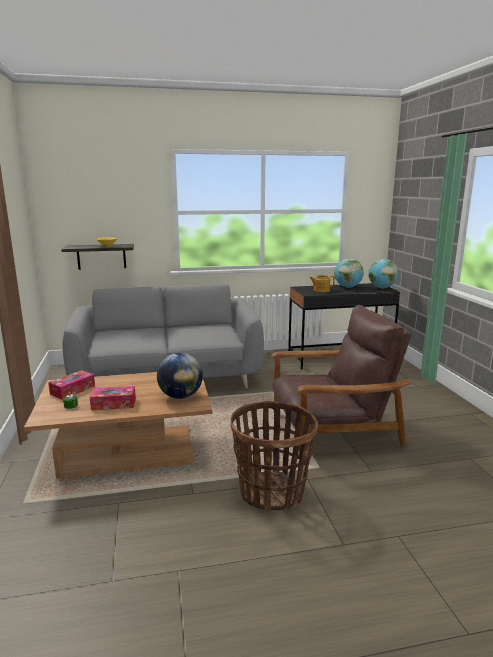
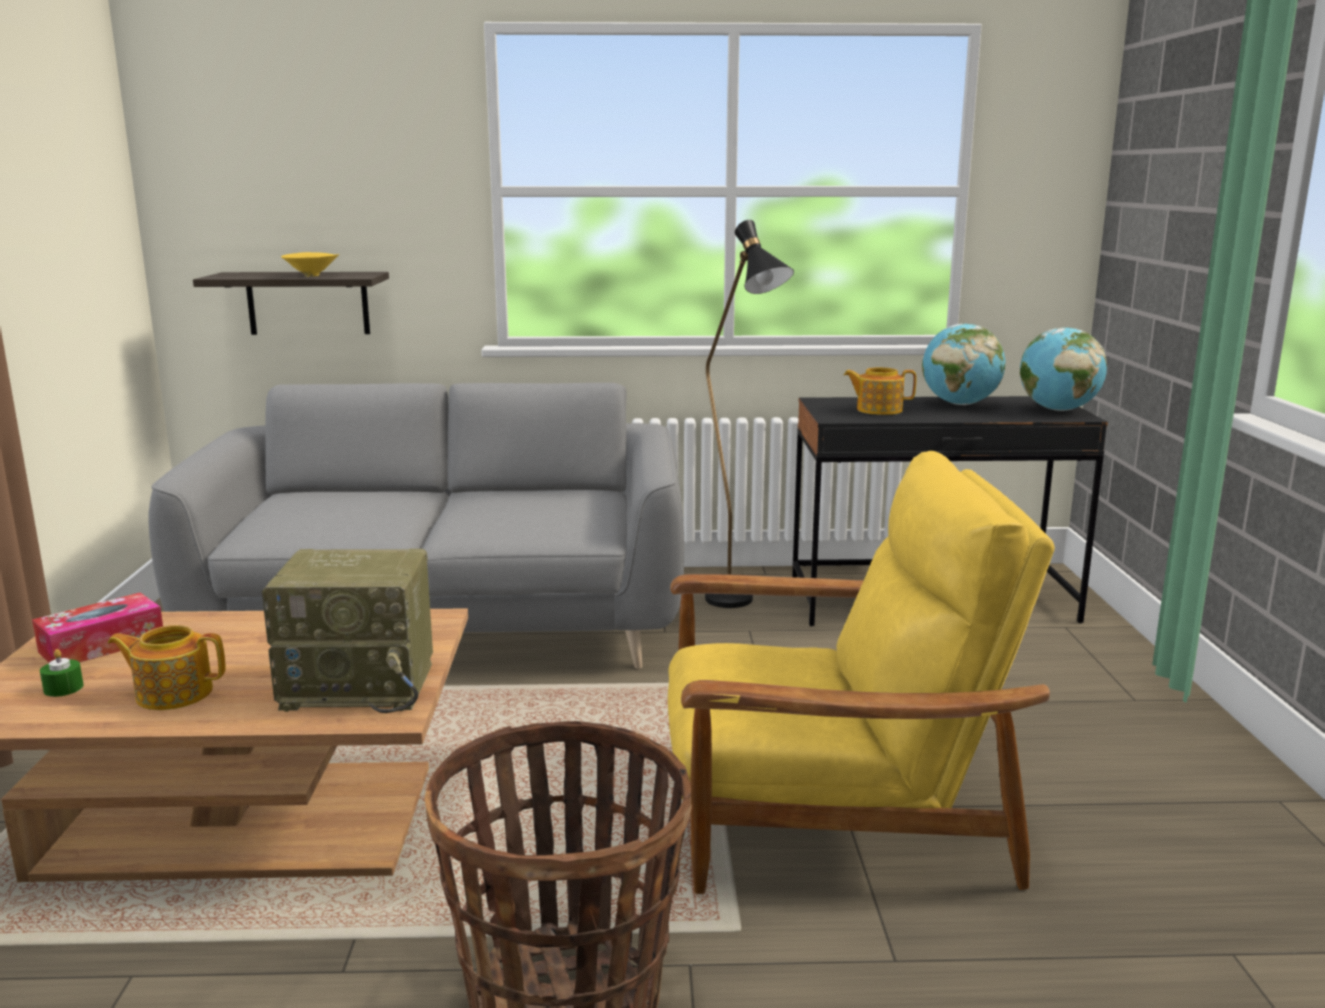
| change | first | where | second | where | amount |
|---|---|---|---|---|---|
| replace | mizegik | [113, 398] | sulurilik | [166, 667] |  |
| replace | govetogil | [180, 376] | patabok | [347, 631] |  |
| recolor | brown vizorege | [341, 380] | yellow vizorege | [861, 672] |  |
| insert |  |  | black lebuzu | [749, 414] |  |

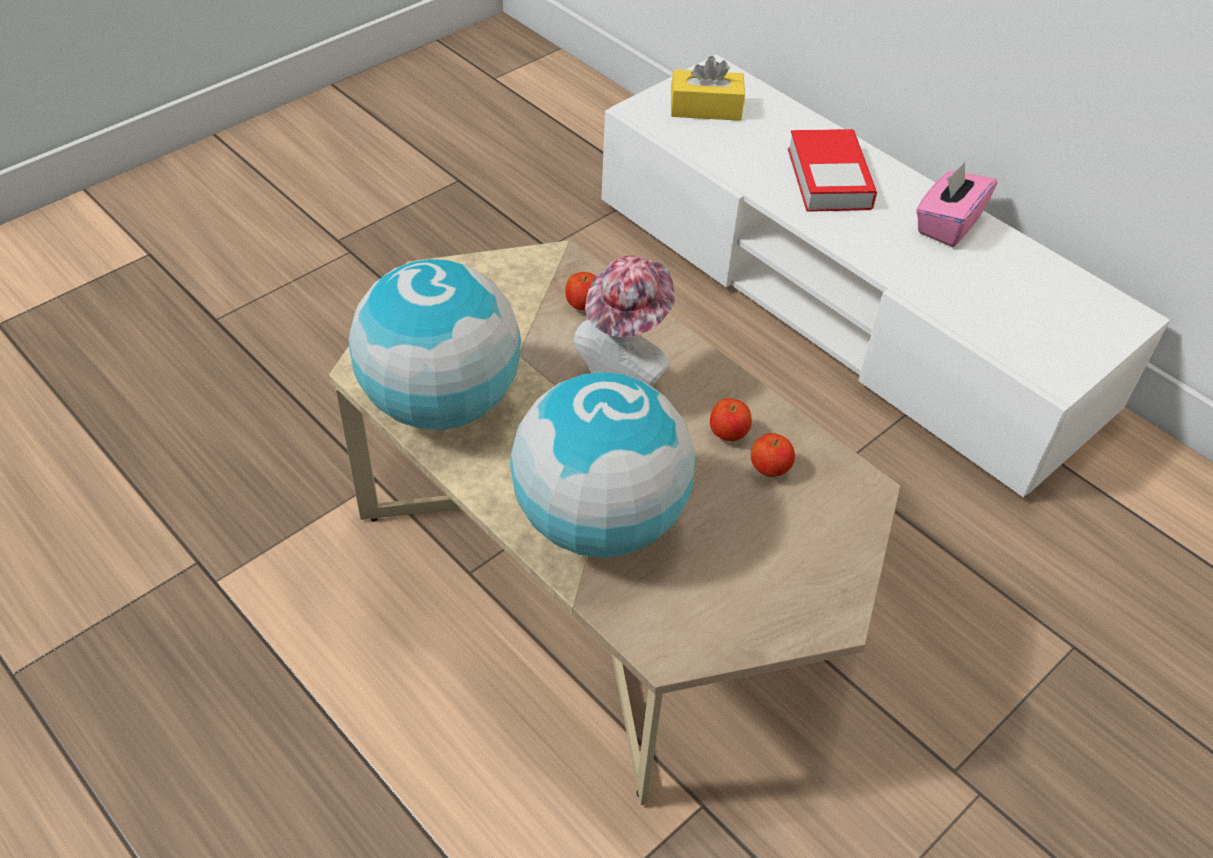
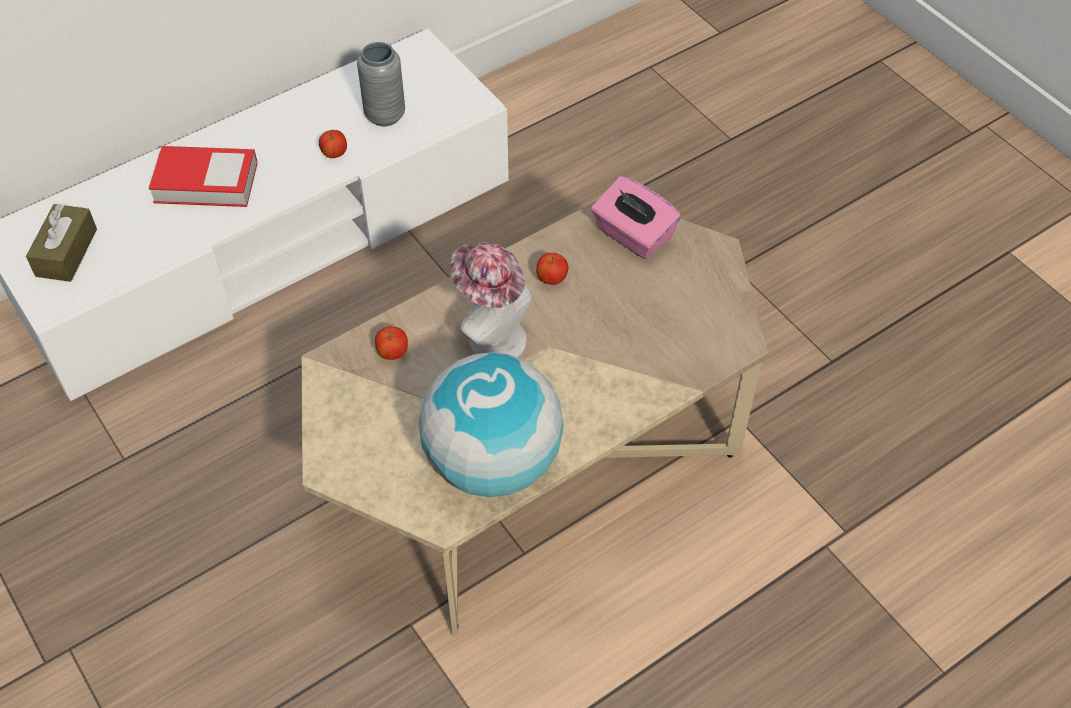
| change | first | where | second | where | amount |
|---|---|---|---|---|---|
| recolor | yellow mizegik | [708, 88] | brown mizegik | [61, 243] |  |
| move | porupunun | [773, 455] |  | [333, 144] |  |
| insert |  |  | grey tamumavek | [381, 84] |  |
| move | pink mizegik | [956, 204] |  | [636, 217] |  |
| delete | govetogil | [602, 465] |  |  |  |

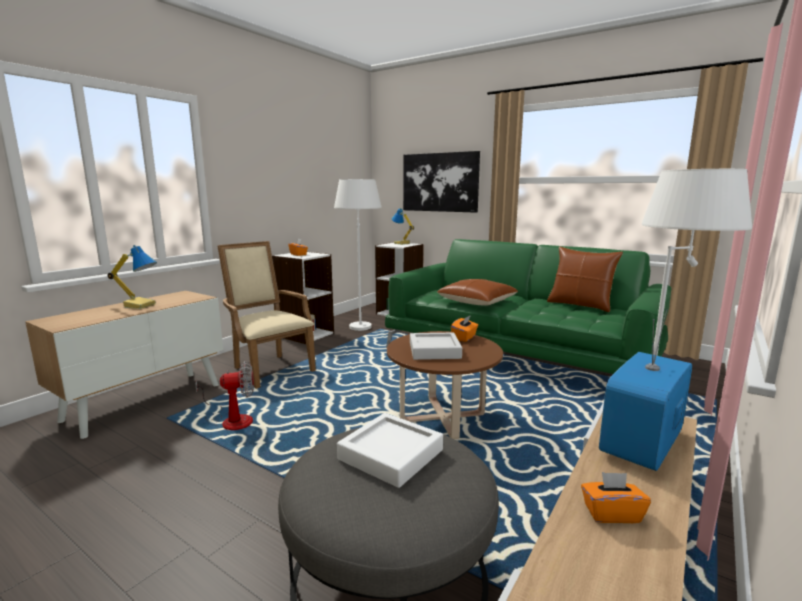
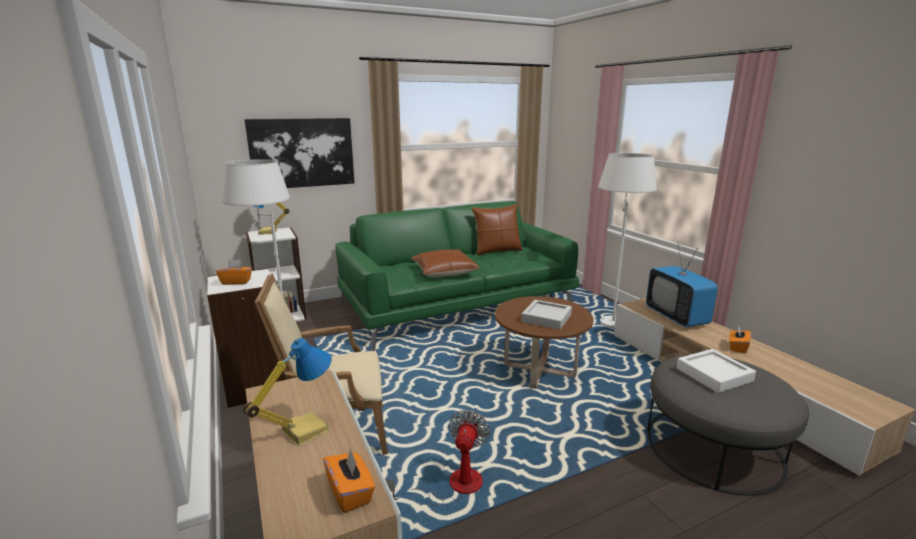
| change | first | where | second | where | amount |
|---|---|---|---|---|---|
| move | orange mizegik | [464, 328] |  | [349, 480] |  |

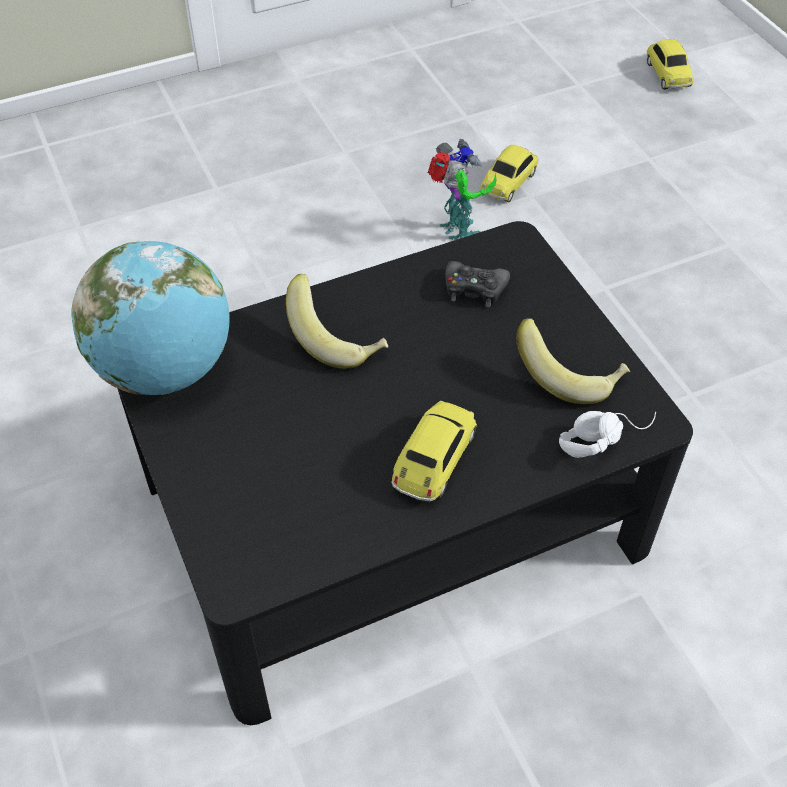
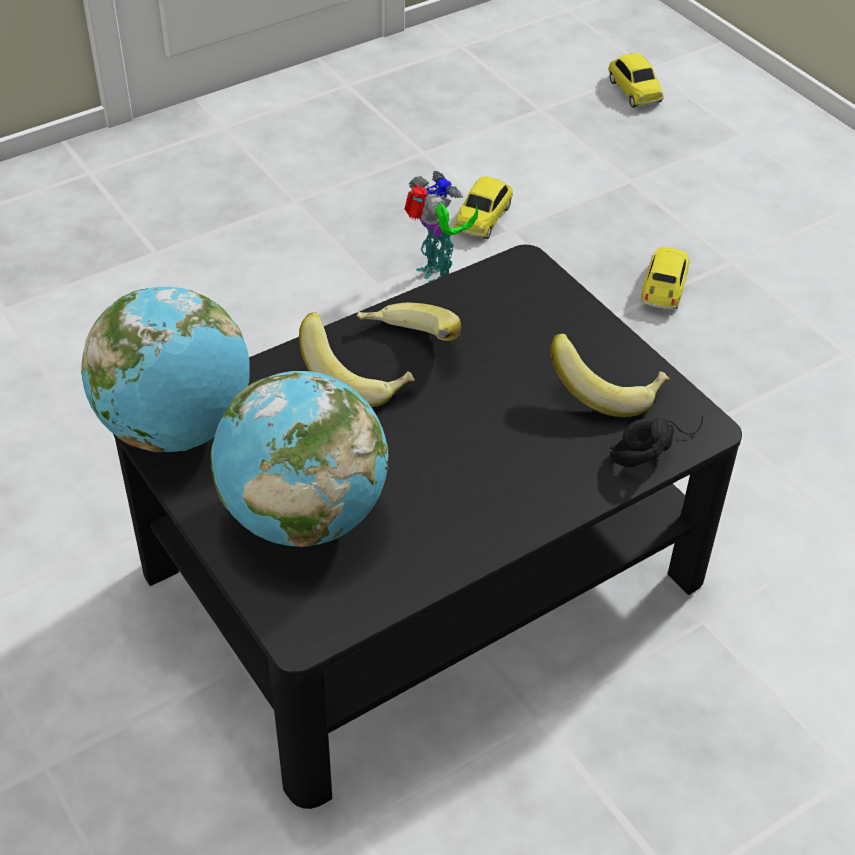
| change | first | where | second | where | amount |
|---|---|---|---|---|---|
| insert |  |  | govetogil | [299, 459] |  |
| insert |  |  | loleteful | [409, 322] |  |
| recolor | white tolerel | [607, 434] | black tolerel | [656, 441] |  |
| move | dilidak | [434, 451] |  | [665, 278] |  |
| delete | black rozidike | [477, 284] |  |  |  |

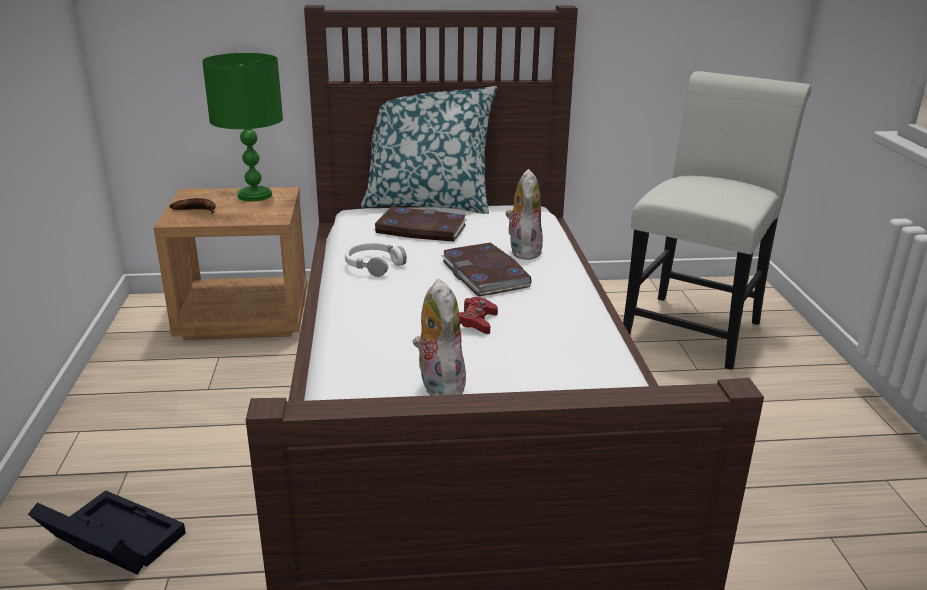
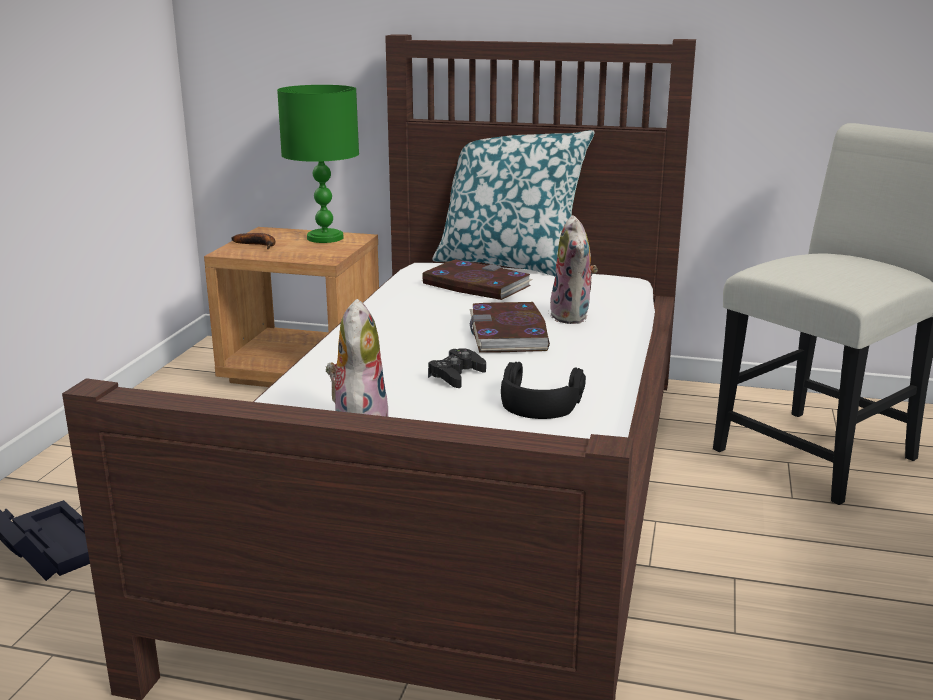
| change | first | where | second | where | amount |
|---|---|---|---|---|---|
| recolor | red rozidike | [478, 315] | black rozidike | [457, 368] |  |
| insert |  |  | black tolerel | [543, 390] |  |
| rotate | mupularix | [524, 214] |  | [574, 269] | 150 degrees clockwise |
| delete | white tolerel | [376, 259] |  |  |  |

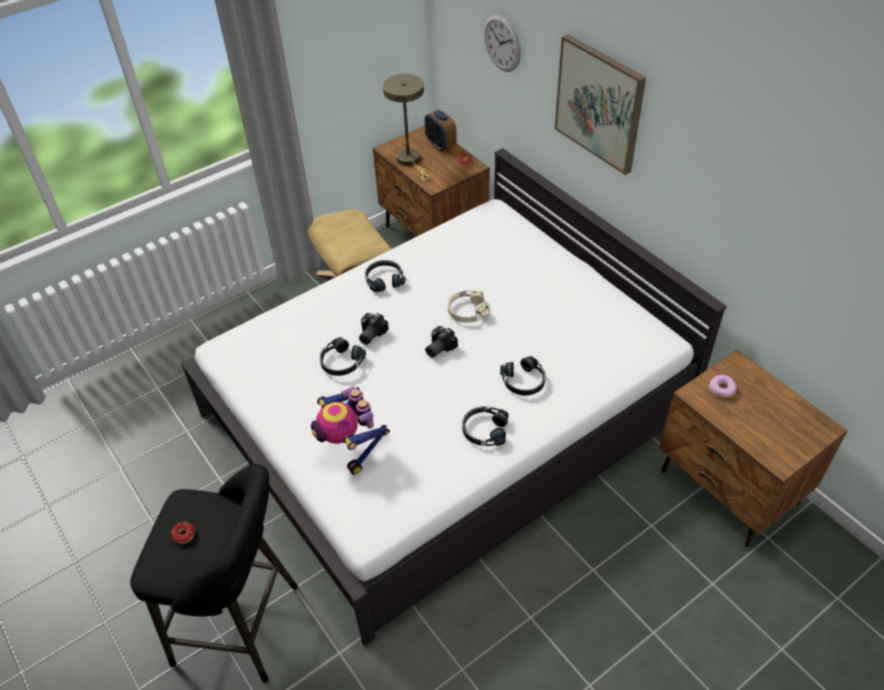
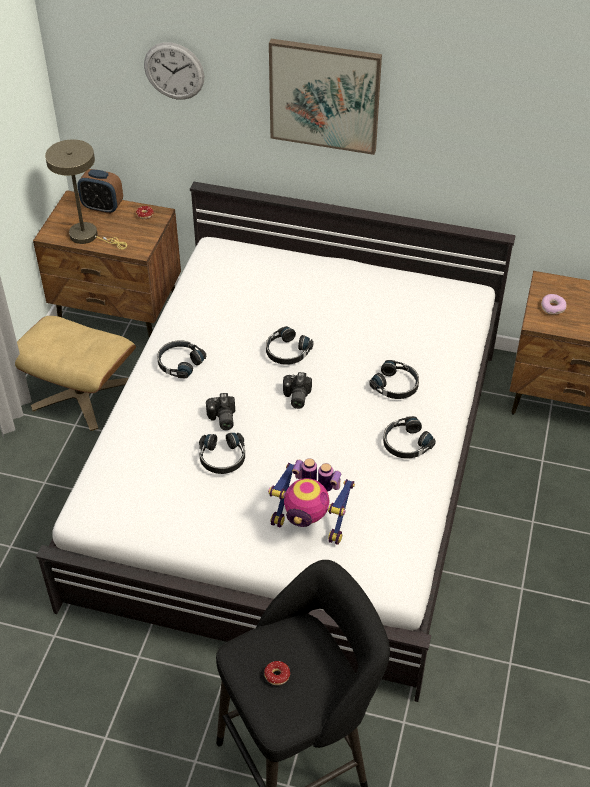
| change | first | where | second | where | amount |
|---|---|---|---|---|---|
| recolor | beige tolerel | [469, 306] | black tolerel | [289, 345] |  |

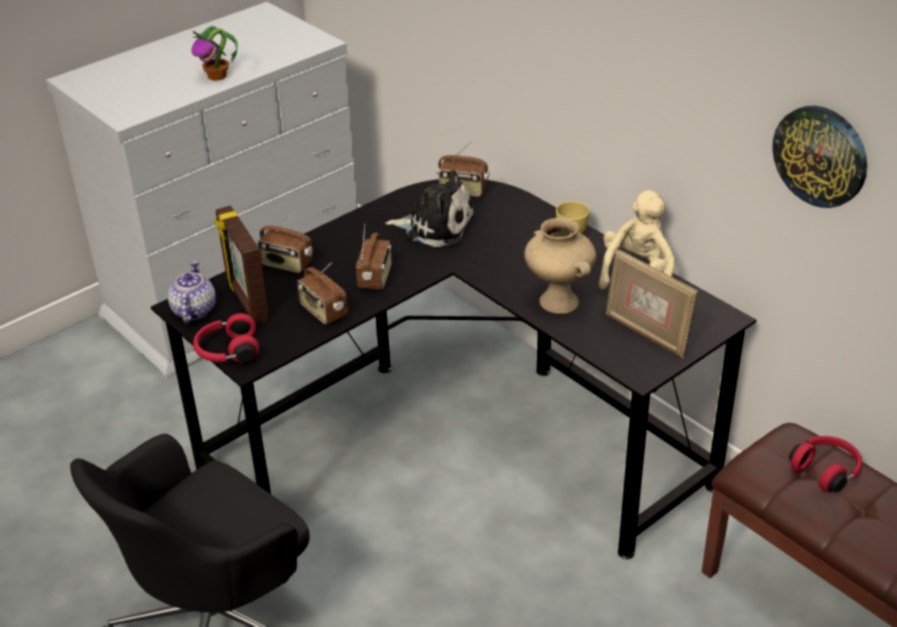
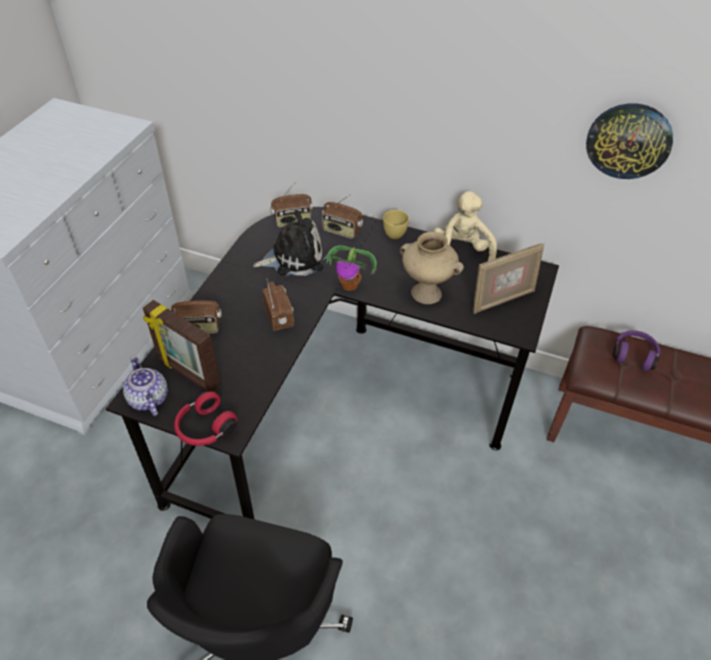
| change | first | where | second | where | amount |
|---|---|---|---|---|---|
| move | patabok | [322, 294] |  | [342, 216] |  |
| move | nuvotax | [214, 53] |  | [350, 268] |  |
| rotate | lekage | [652, 304] |  | [508, 278] | 45 degrees counterclockwise |
| recolor | red tolerel | [825, 464] | purple tolerel | [637, 350] |  |

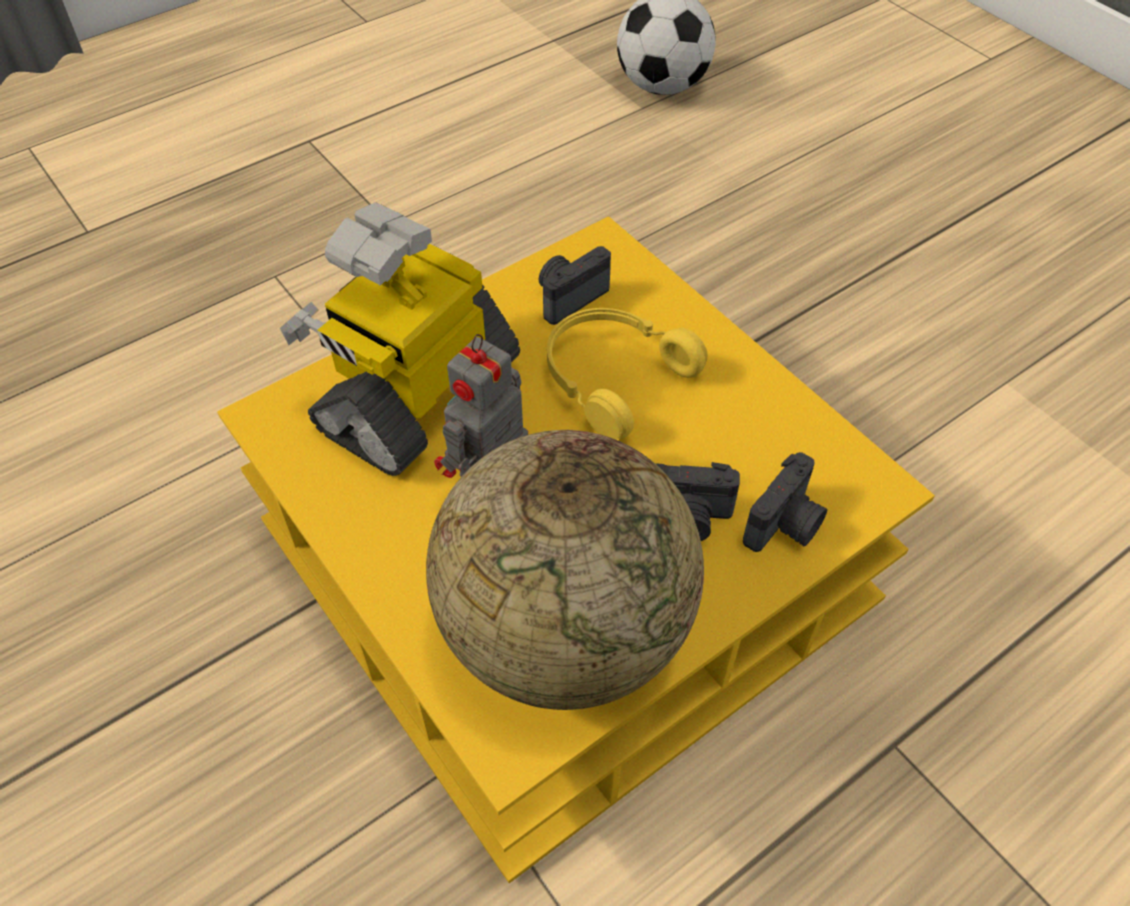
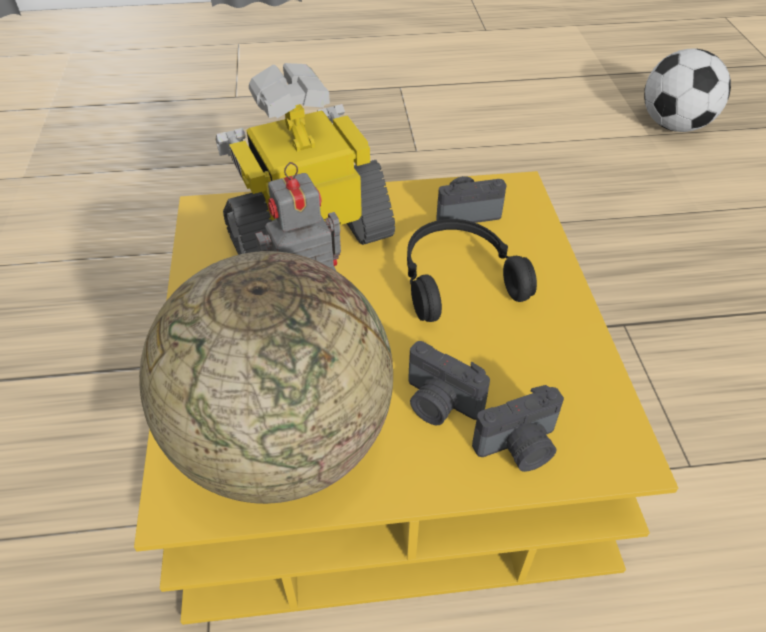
| change | first | where | second | where | amount |
|---|---|---|---|---|---|
| recolor | yellow tolerel | [627, 374] | black tolerel | [472, 270] |  |

